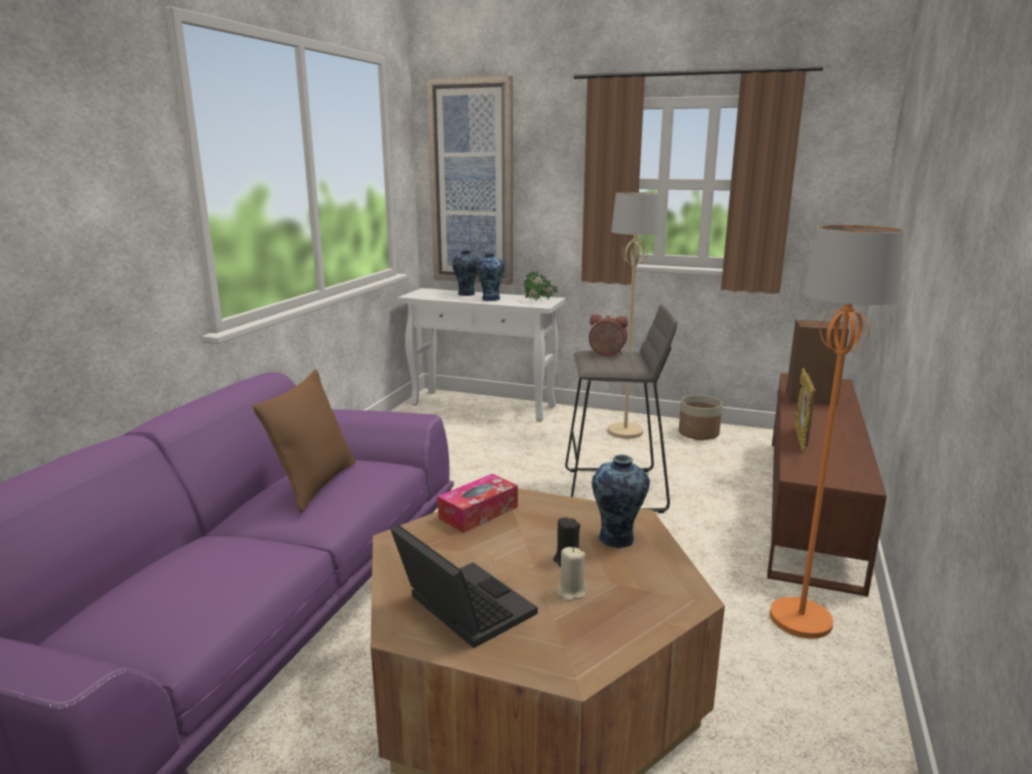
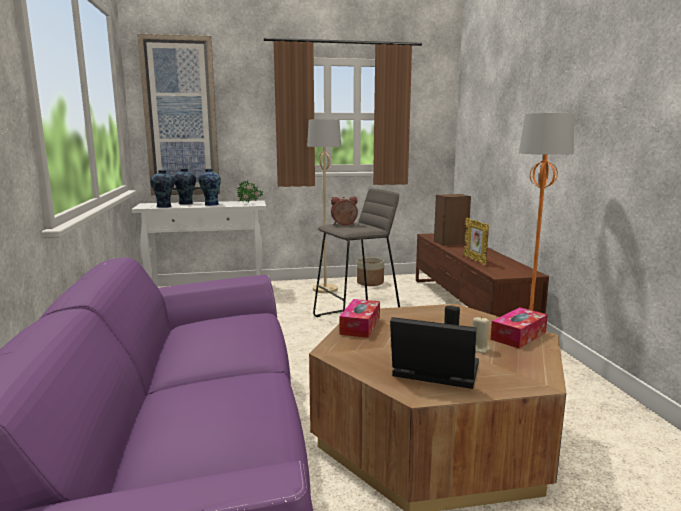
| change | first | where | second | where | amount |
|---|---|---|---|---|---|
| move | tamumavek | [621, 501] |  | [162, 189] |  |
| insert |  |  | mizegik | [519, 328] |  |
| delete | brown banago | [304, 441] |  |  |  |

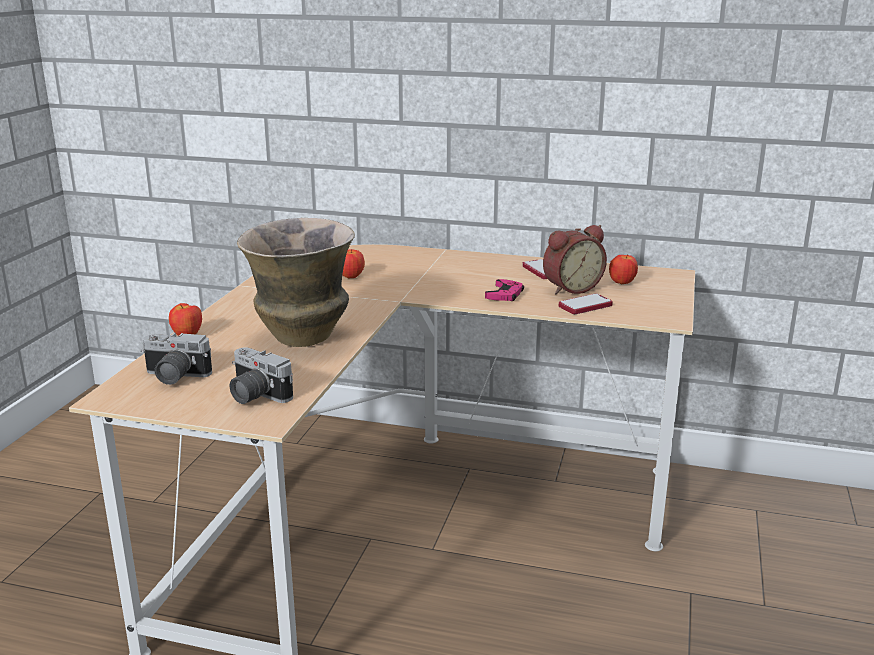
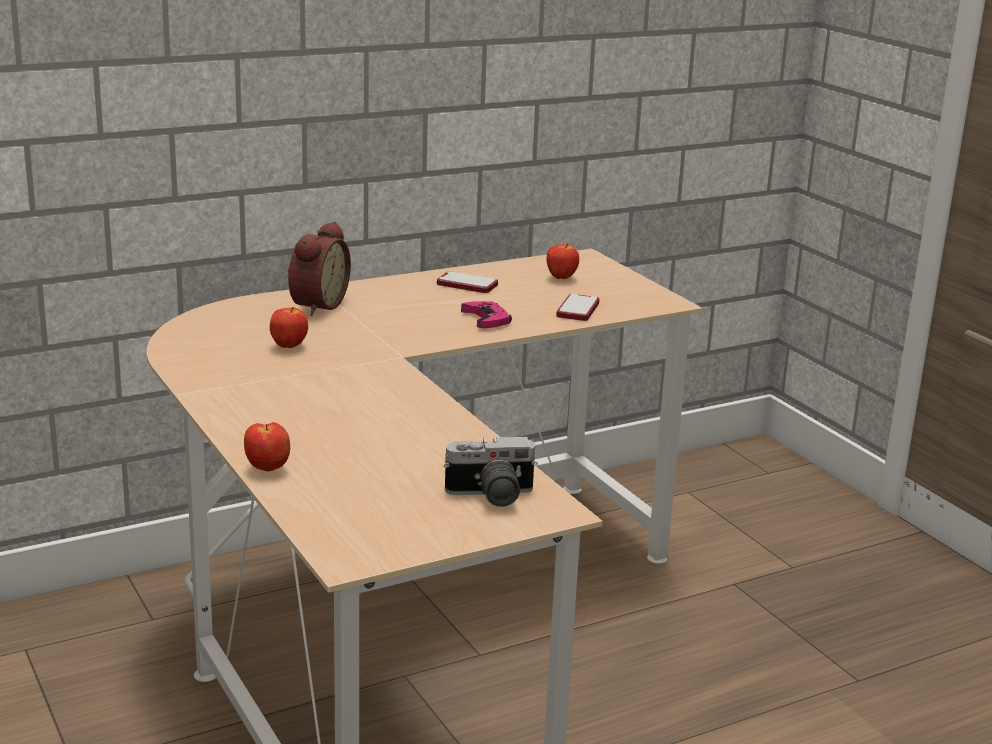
| change | first | where | second | where | amount |
|---|---|---|---|---|---|
| move | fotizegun | [575, 259] |  | [319, 268] |  |
| delete | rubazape | [176, 359] |  |  |  |
| delete | tamumavek | [296, 282] |  |  |  |

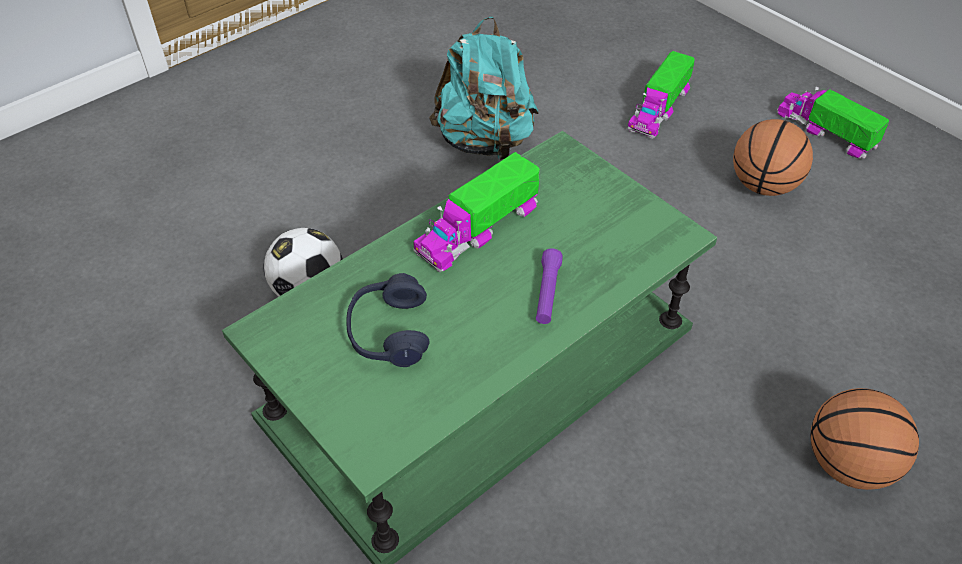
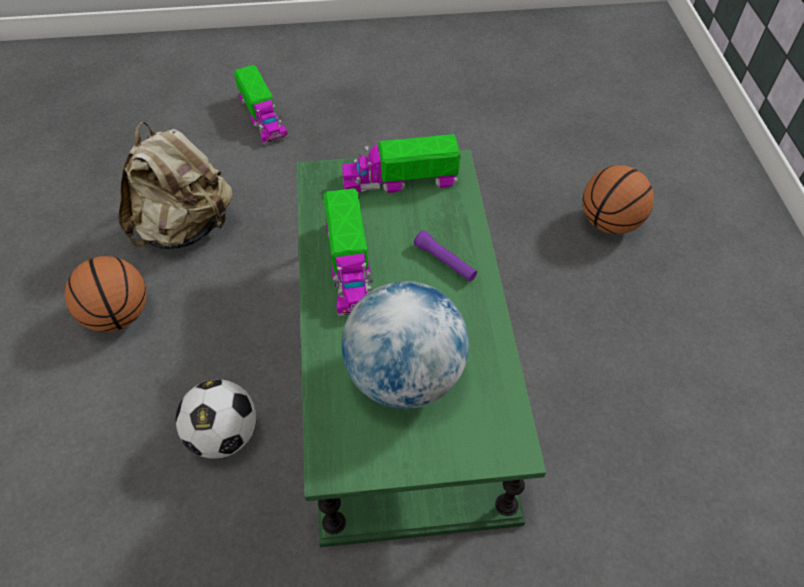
| change | first | where | second | where | amount |
|---|---|---|---|---|---|
| move | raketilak | [773, 157] |  | [106, 294] |  |
| recolor | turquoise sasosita | [484, 89] | beige sasosita | [175, 185] |  |
| move | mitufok | [832, 123] |  | [401, 163] |  |
| replace | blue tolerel | [388, 320] | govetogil | [405, 345] |  |

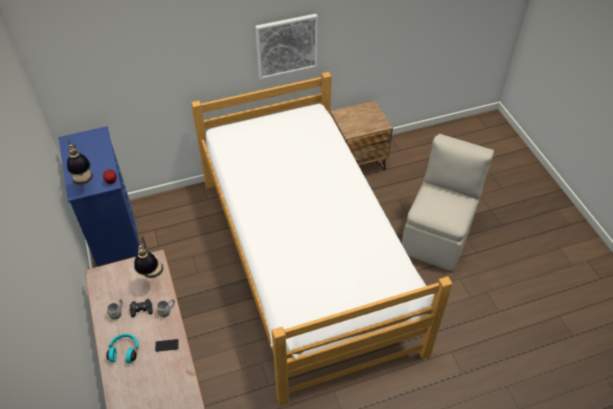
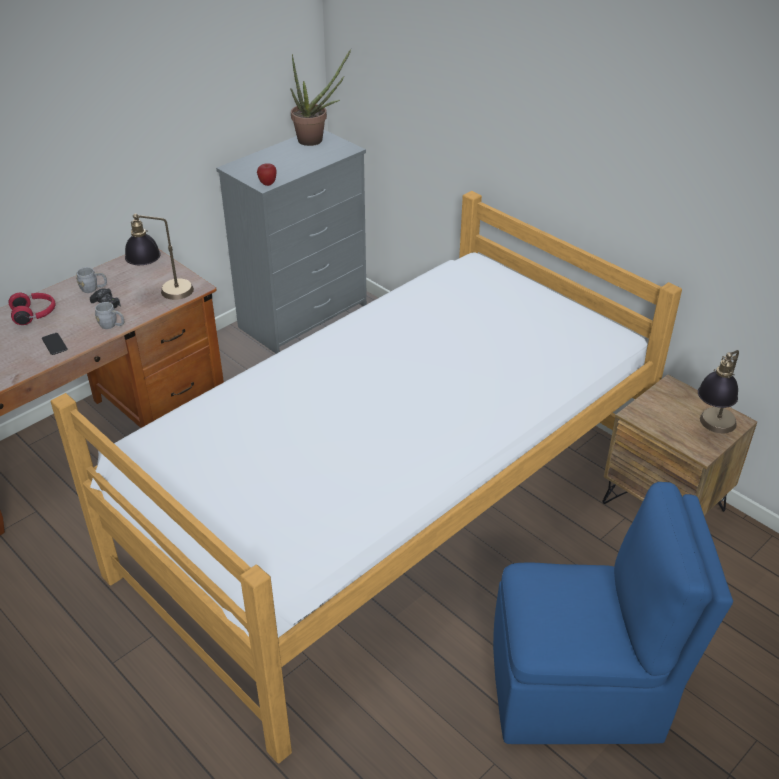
| change | first | where | second | where | amount |
|---|---|---|---|---|---|
| recolor | turquoise tolerel | [122, 348] | red tolerel | [32, 309] |  |
| recolor | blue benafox | [99, 196] | grey benafox | [291, 242] |  |
| insert |  |  | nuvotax | [320, 97] |  |
| recolor | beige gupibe | [448, 202] | blue gupibe | [613, 613] |  |
| move | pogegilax | [80, 162] |  | [718, 391] |  |
| delete | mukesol | [286, 47] |  |  |  |

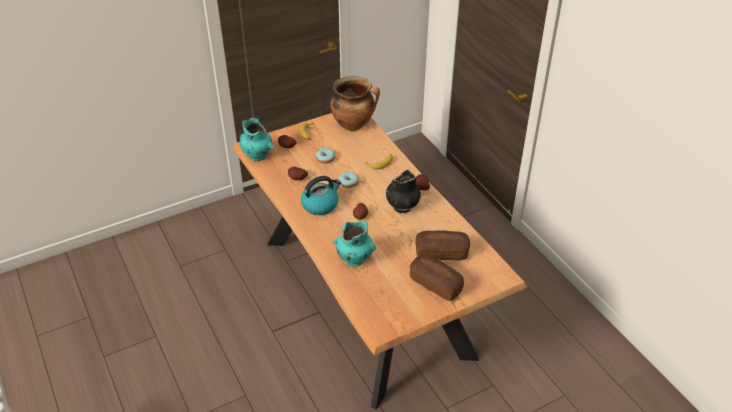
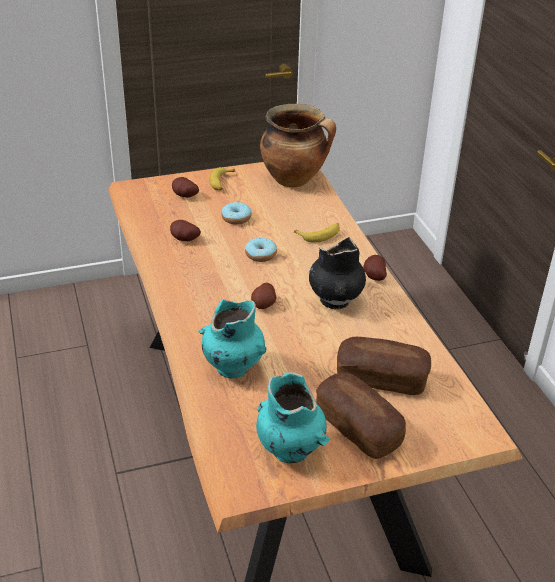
| change | first | where | second | where | amount |
|---|---|---|---|---|---|
| move | turquoise tamumavek | [257, 139] |  | [292, 417] |  |
| delete | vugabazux | [321, 195] |  |  |  |

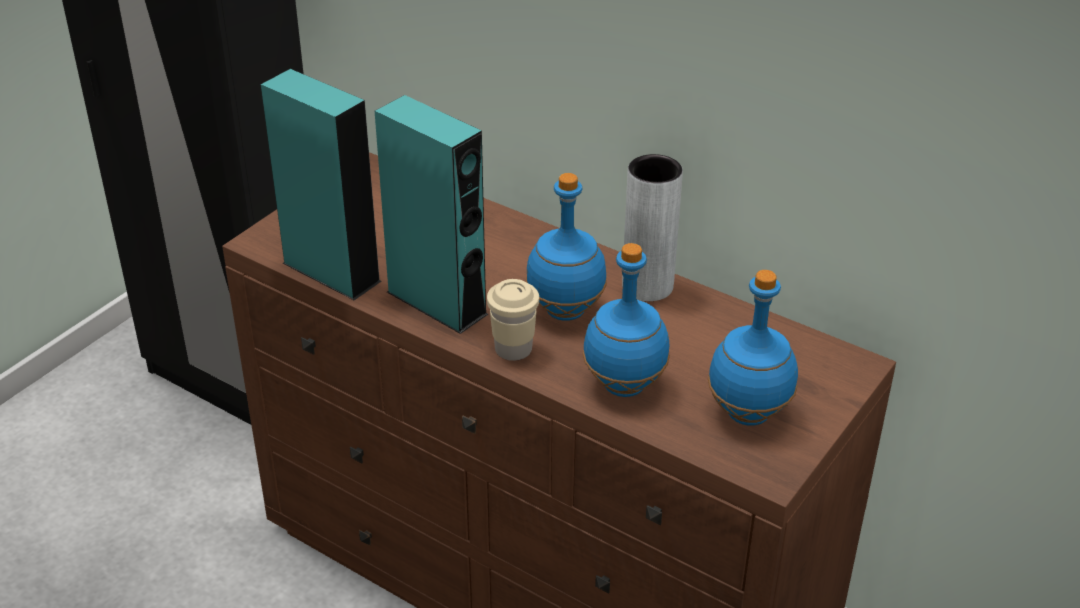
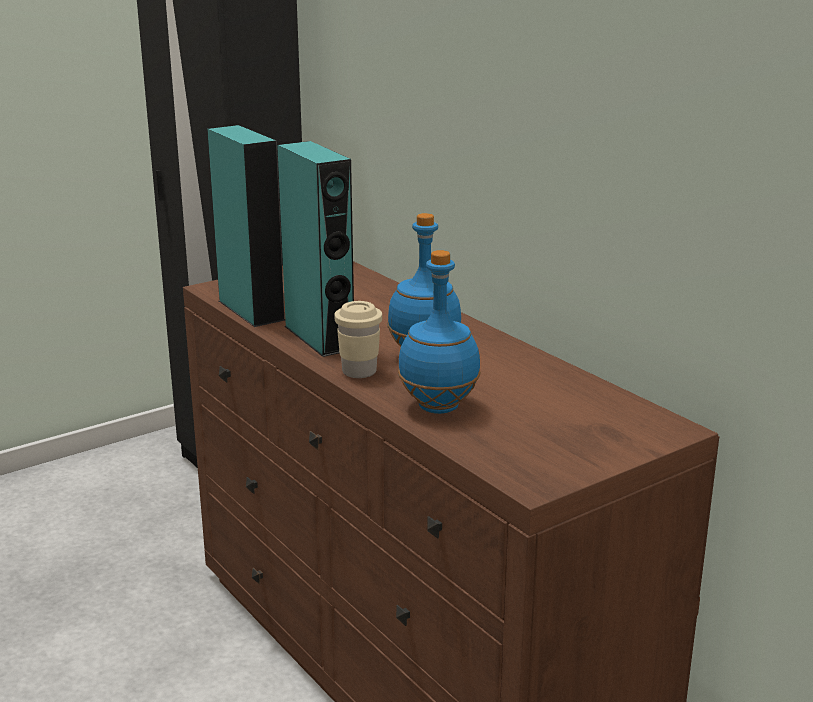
| change | first | where | second | where | amount |
|---|---|---|---|---|---|
| delete | grey tamumavek | [652, 227] |  |  |  |
| delete | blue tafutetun | [753, 348] |  |  |  |

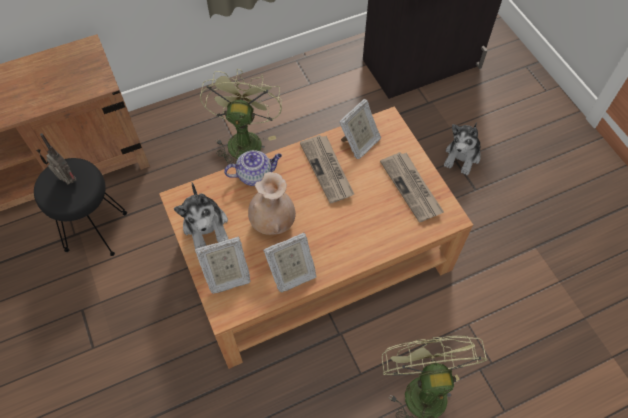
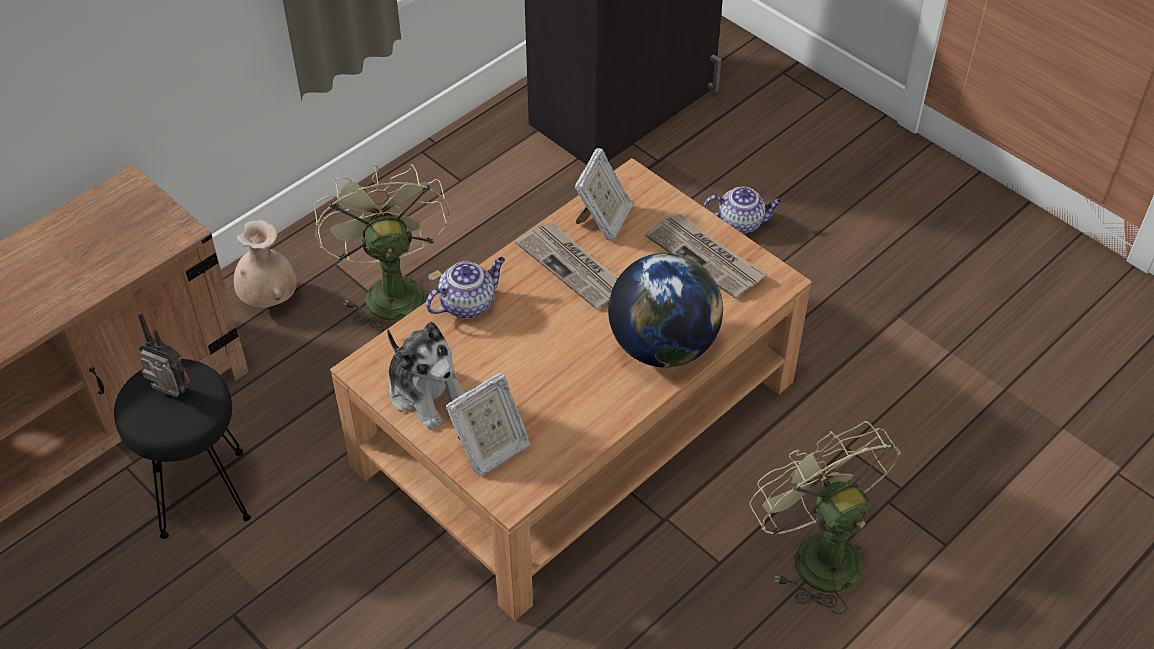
| change | first | where | second | where | amount |
|---|---|---|---|---|---|
| move | beige tamumavek | [272, 203] |  | [265, 264] |  |
| insert |  |  | govetogil | [665, 310] |  |
| replace | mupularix | [462, 148] | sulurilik | [743, 210] |  |
| delete | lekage | [290, 263] |  |  |  |

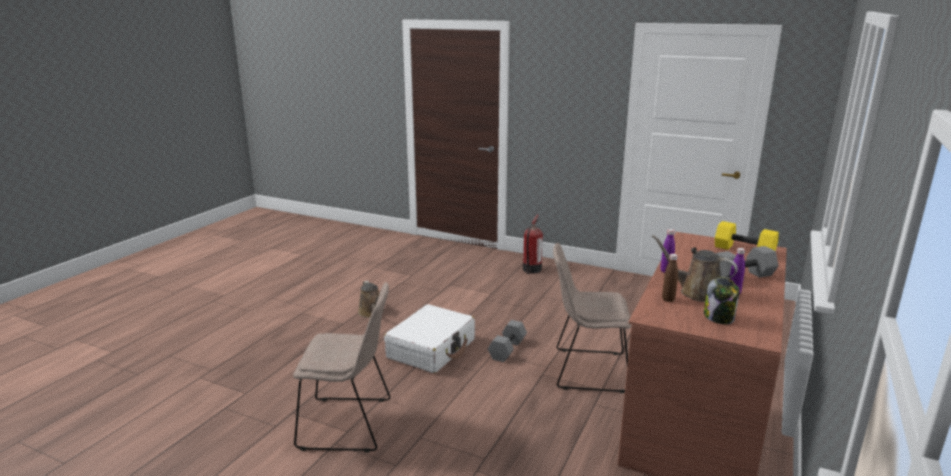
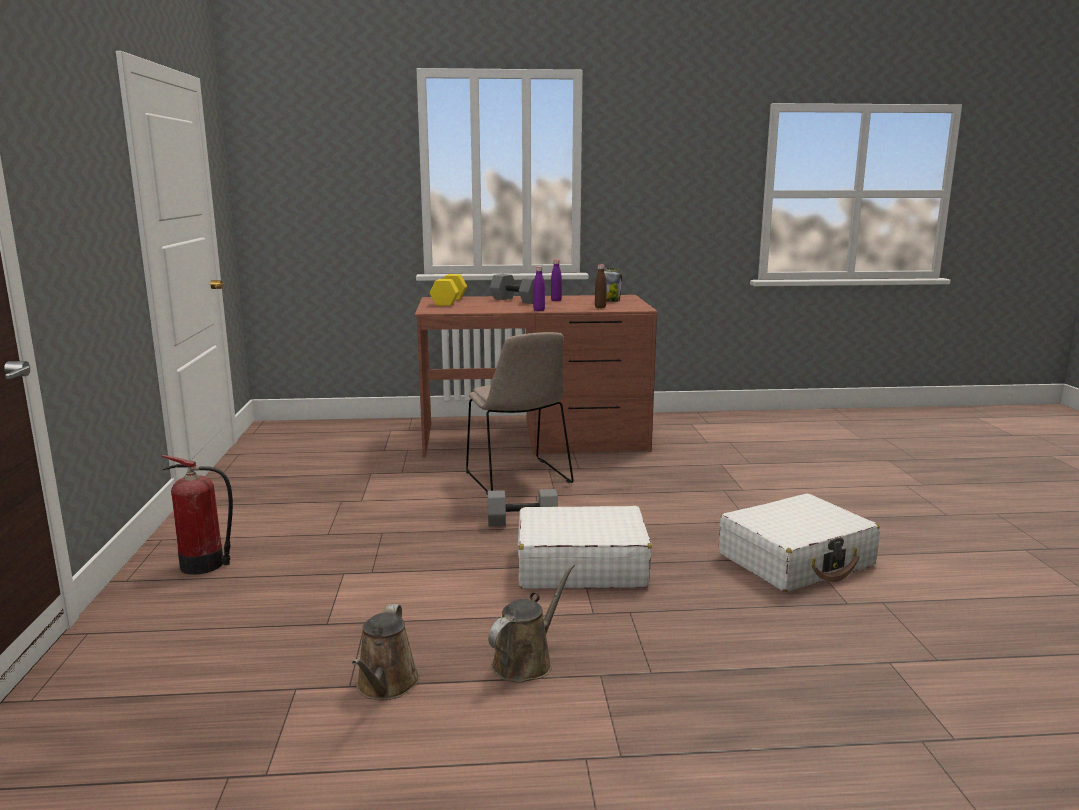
| change | first | where | second | where | amount |
|---|---|---|---|---|---|
| move | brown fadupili | [695, 268] |  | [386, 652] |  |
| replace | beige gupibe | [341, 367] | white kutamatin | [799, 543] |  |

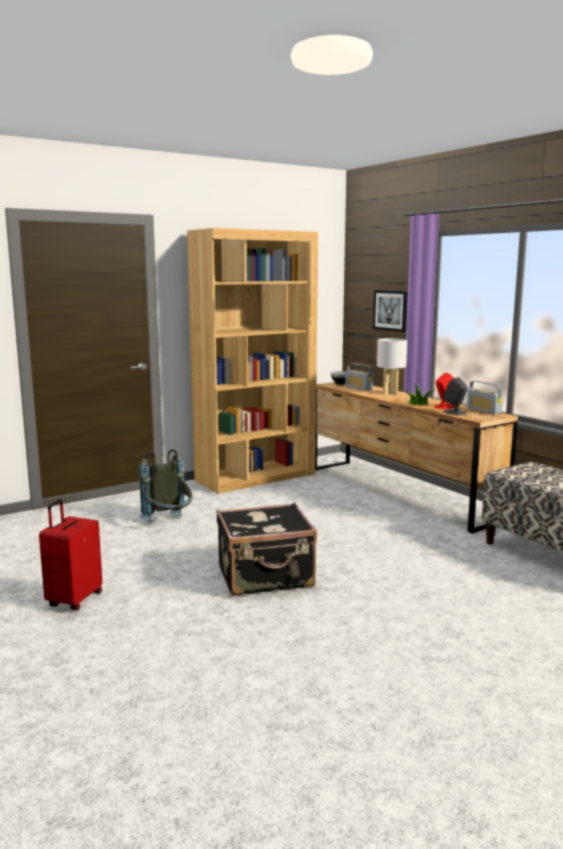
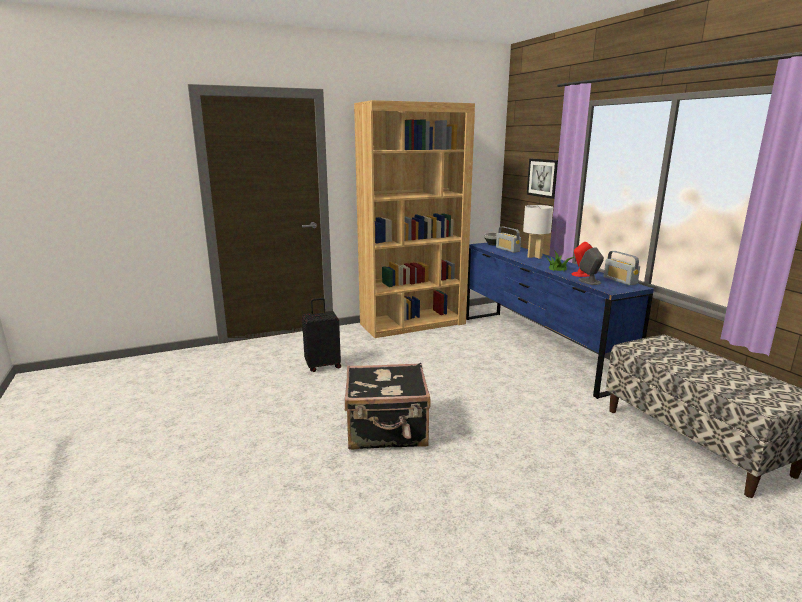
| change | first | where | second | where | amount |
|---|---|---|---|---|---|
| replace | grey sasosita | [165, 485] | black kutamatin | [321, 335] |  |
| recolor | brown benafox | [416, 458] | blue benafox | [560, 321] |  |
| delete | red kutamatin | [70, 554] |  |  |  |

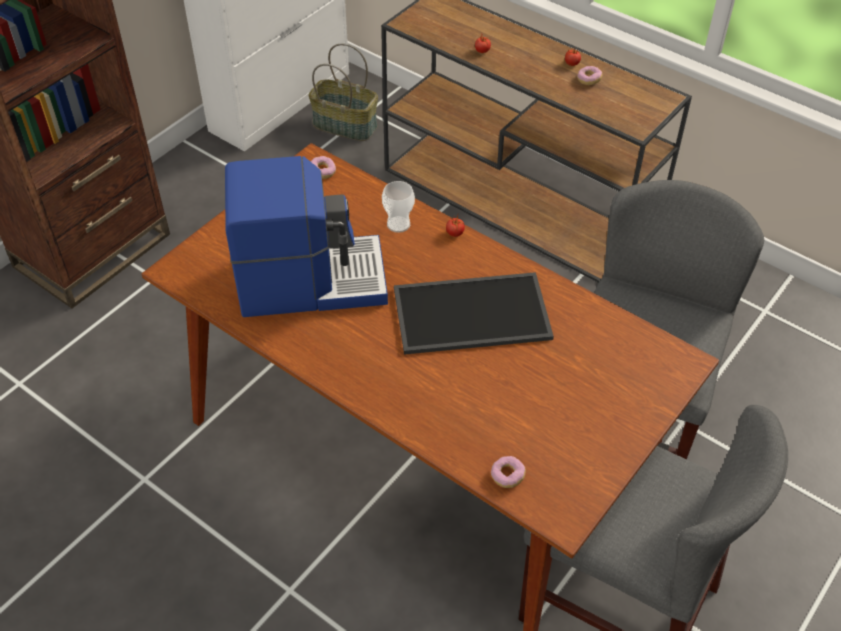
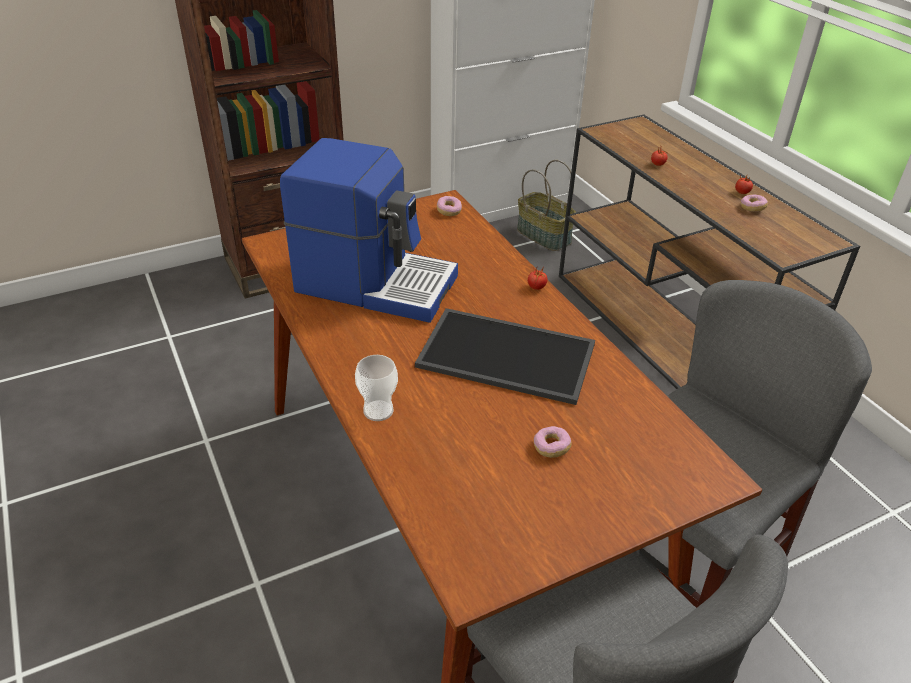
| change | first | where | second | where | amount |
|---|---|---|---|---|---|
| move | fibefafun | [398, 207] |  | [376, 388] |  |
| move | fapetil | [508, 472] |  | [553, 442] |  |

